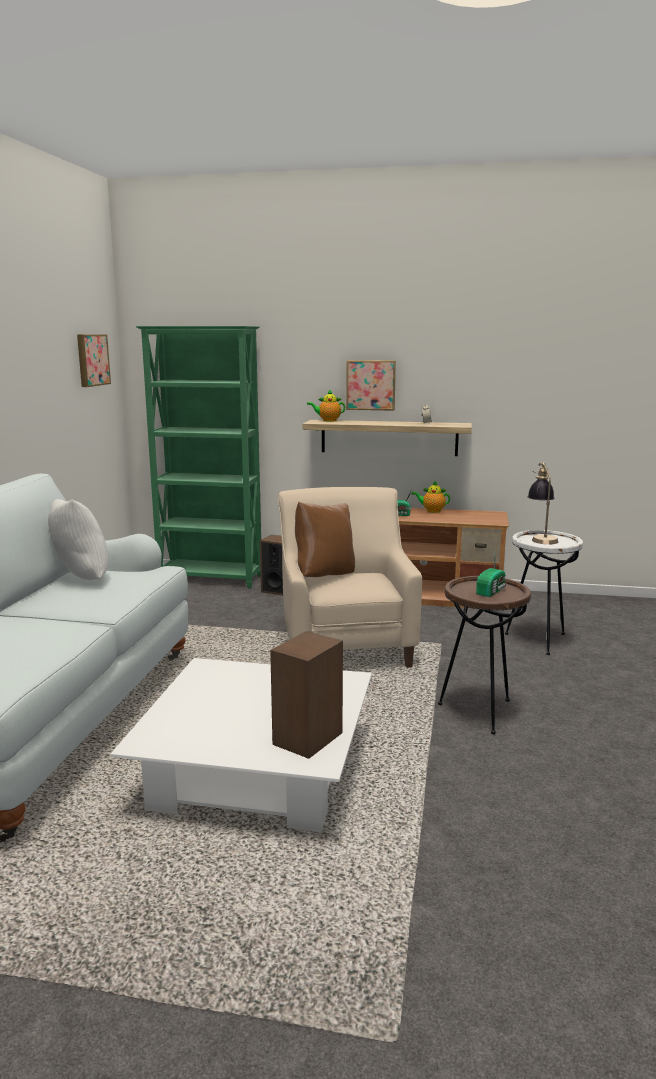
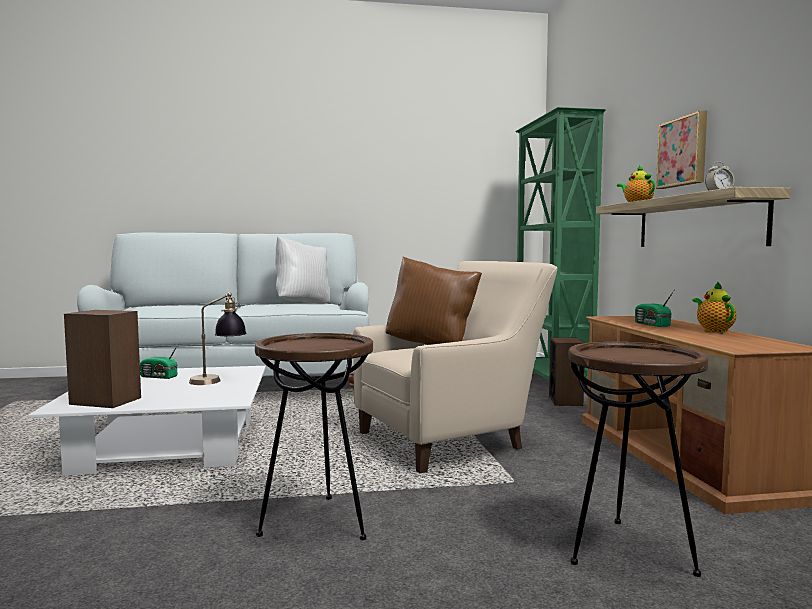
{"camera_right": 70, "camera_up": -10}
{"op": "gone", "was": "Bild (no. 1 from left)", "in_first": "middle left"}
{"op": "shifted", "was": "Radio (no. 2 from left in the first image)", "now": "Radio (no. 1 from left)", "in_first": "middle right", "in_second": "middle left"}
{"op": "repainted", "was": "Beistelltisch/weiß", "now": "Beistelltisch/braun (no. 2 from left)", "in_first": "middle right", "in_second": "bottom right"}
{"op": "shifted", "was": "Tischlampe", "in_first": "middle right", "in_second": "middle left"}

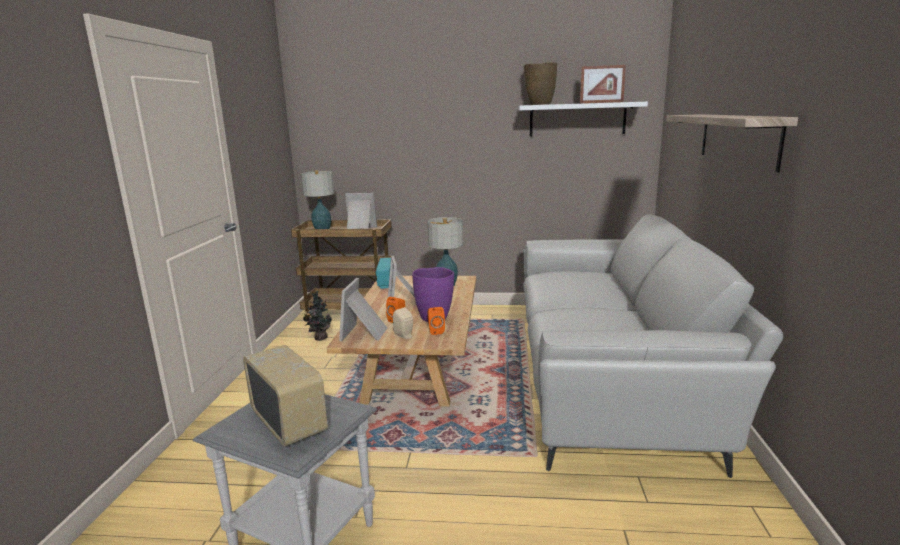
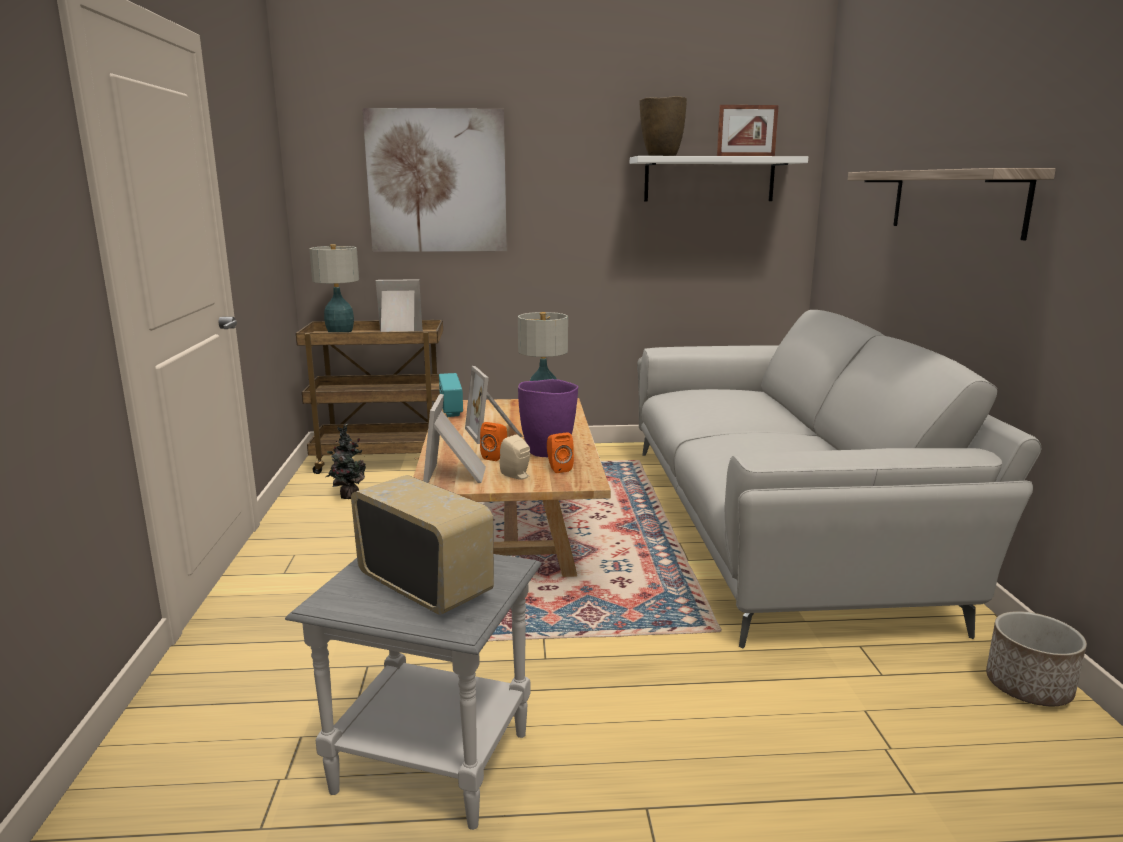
{"camera_right": -10, "camera_up": 0}
{"op": "new", "now": "Bild", "in_second": "top centre"}
{"op": "new", "now": "Pflanzkübel", "in_second": "bottom right"}

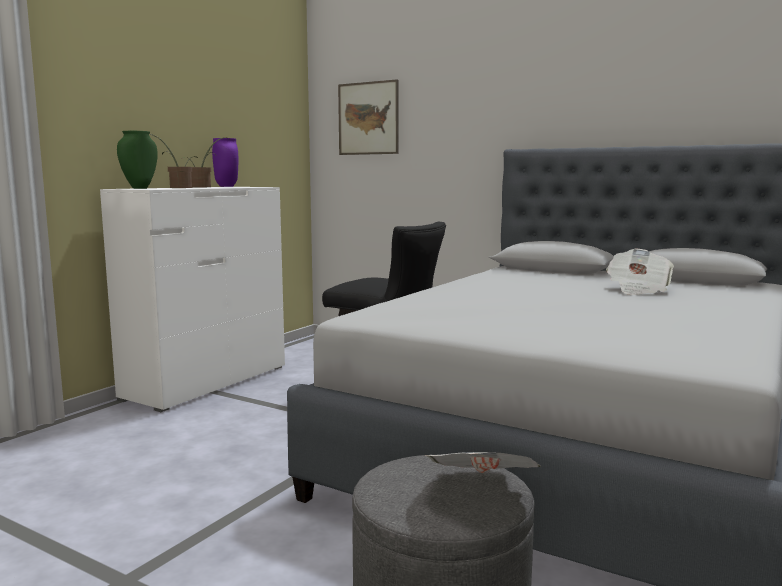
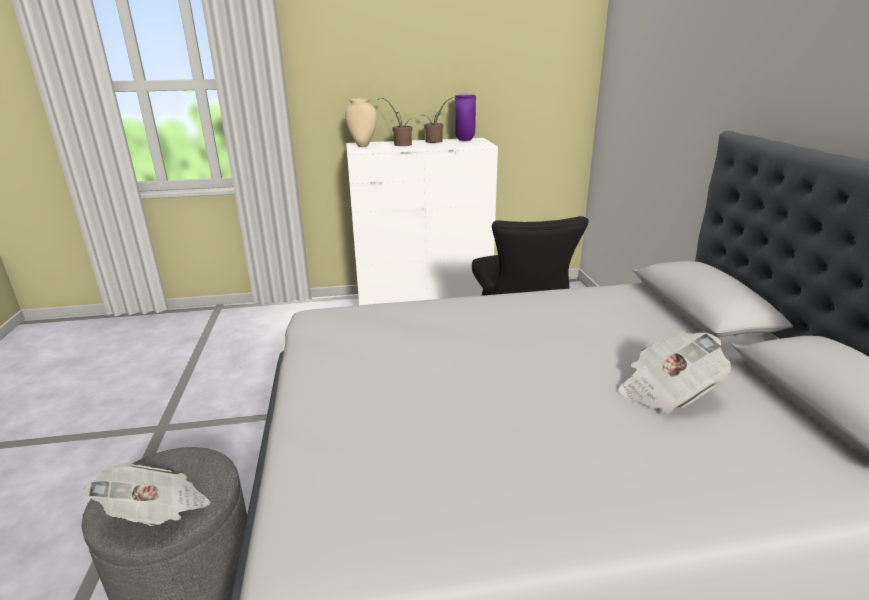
{"camera_right": 50, "camera_up": 15}
{"op": "repainted", "was": "Vase/grün", "now": "Vase/beige", "in_first": "top left", "in_second": "top centre"}
{"op": "gone", "was": "Bild", "in_first": "top centre"}

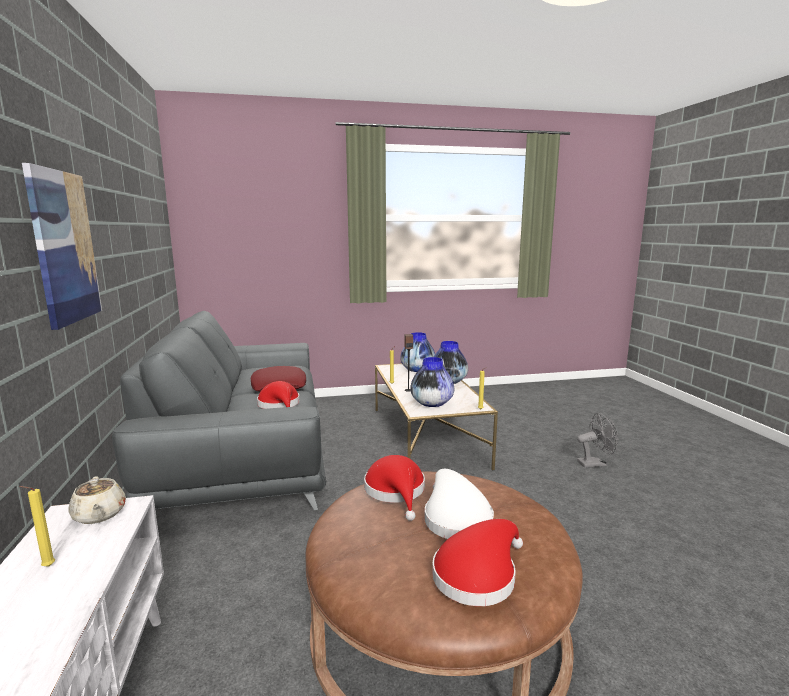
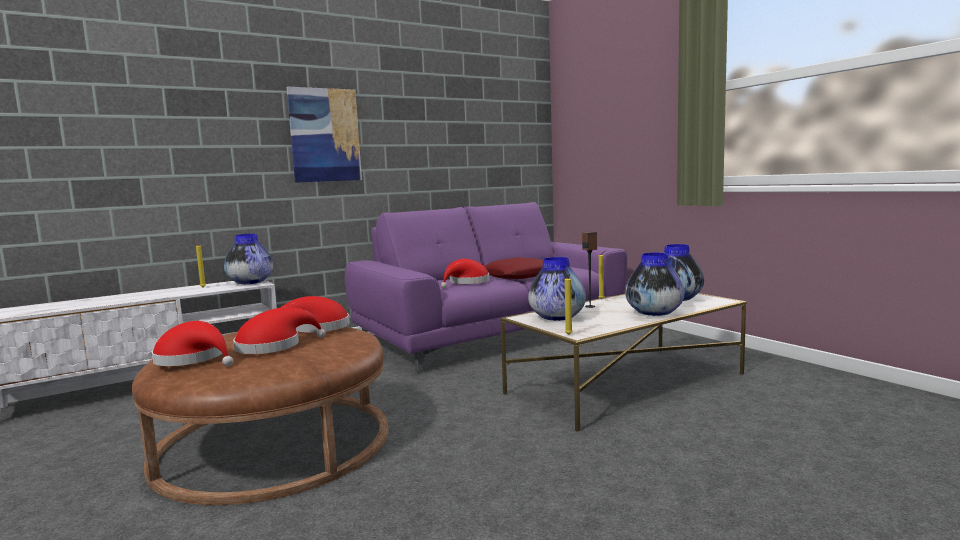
{"camera_right": 70, "camera_up": -5}
{"op": "swapped", "was": "Teekanne/beige", "now": "Vase (no. 1 from left)", "in_first": "bottom left", "in_second": "middle left"}
{"op": "repainted", "was": "Sofa/grau", "now": "Sofa/lila", "in_first": "middle left", "in_second": "centre"}
{"op": "repainted", "was": "Hut/weiß", "now": "Hut/rot (no. 2 from left)", "in_first": "bottom centre", "in_second": "middle left"}
{"op": "gone", "was": "Ventilator/grau", "in_first": "middle right"}

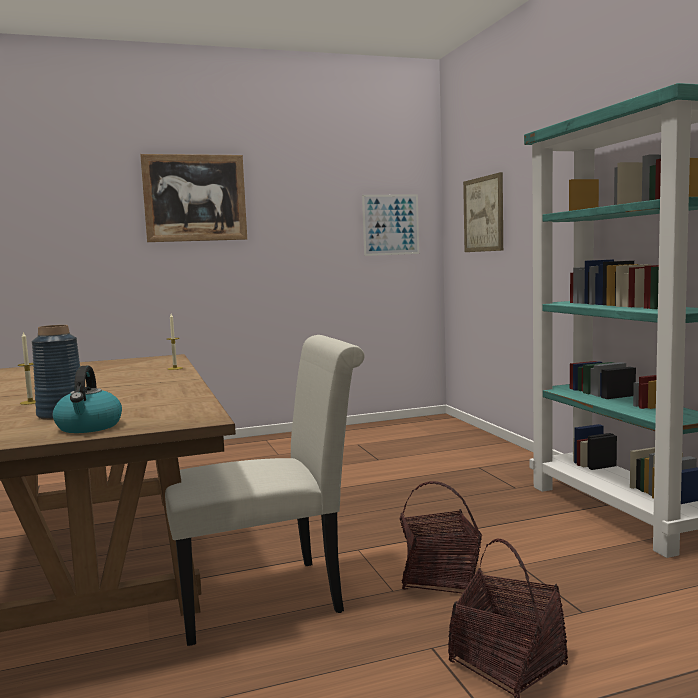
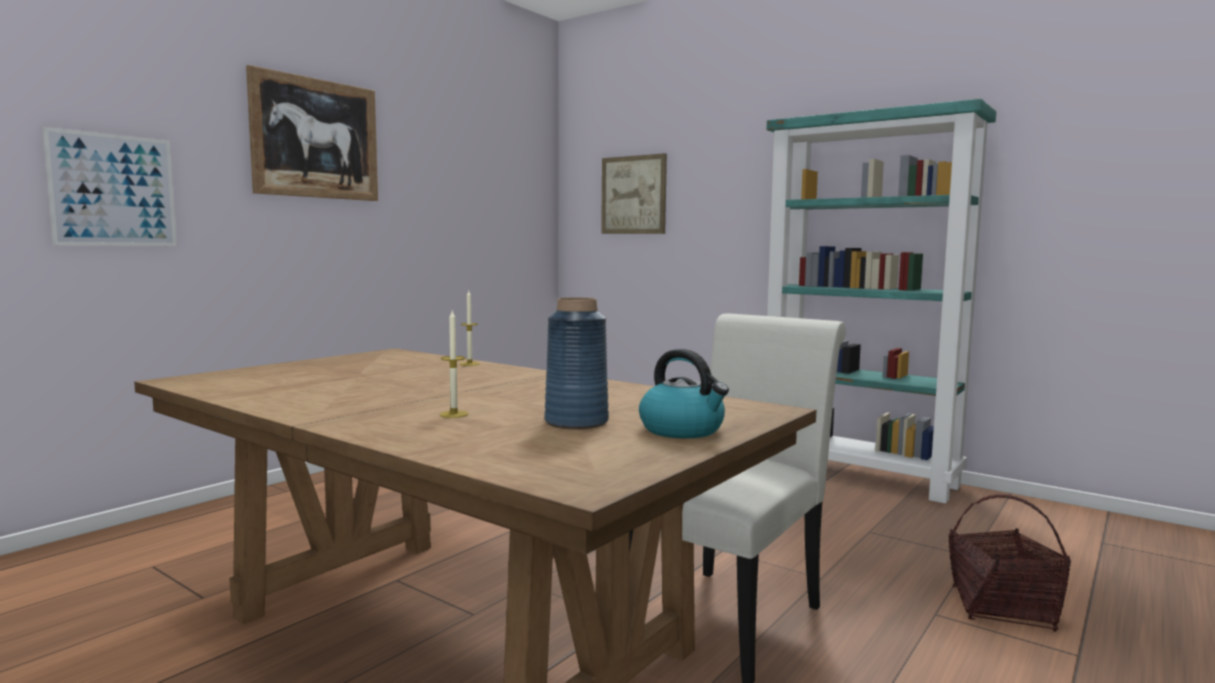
{"camera_right": -35, "camera_up": 0}
{"op": "shifted", "was": "Bild (no. 2 from left in the first image)", "now": "Bild (no. 1 from left)", "in_first": "top centre", "in_second": "top left"}
{"op": "gone", "was": "Korb (no. 1 from left)", "in_first": "bottom centre"}

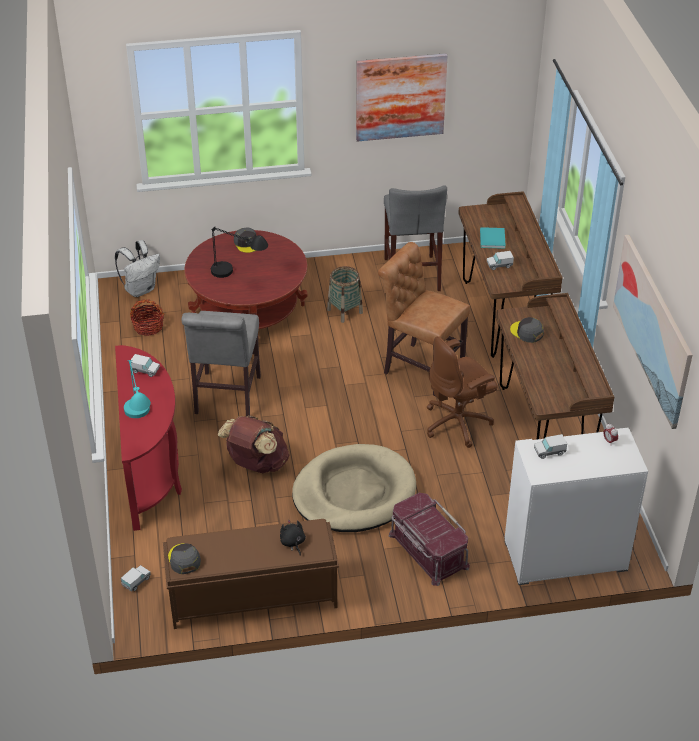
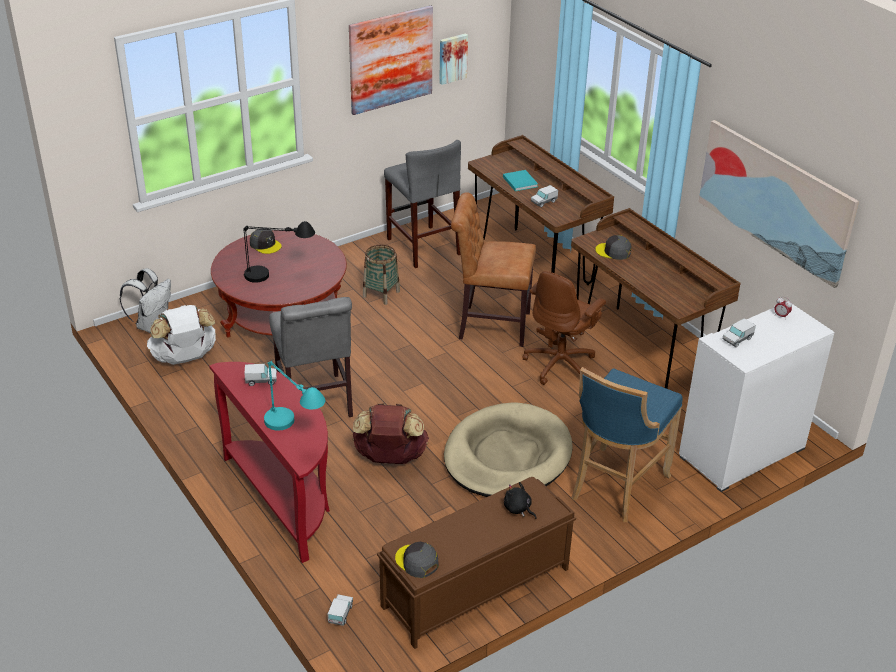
{"camera_right": -25, "camera_up": -5}
{"op": "swapped", "was": "Korb (no. 1 from left)", "now": "Rucksack/weiß (no. 2 from left)", "in_first": "middle left", "in_second": "middle left"}
{"op": "swapped", "was": "Aufbewahrungsbox/rot", "now": "Hocker/blau", "in_first": "bottom centre", "in_second": "middle right"}
{"op": "new", "now": "Bild (no. 2 from left)", "in_second": "top centre"}

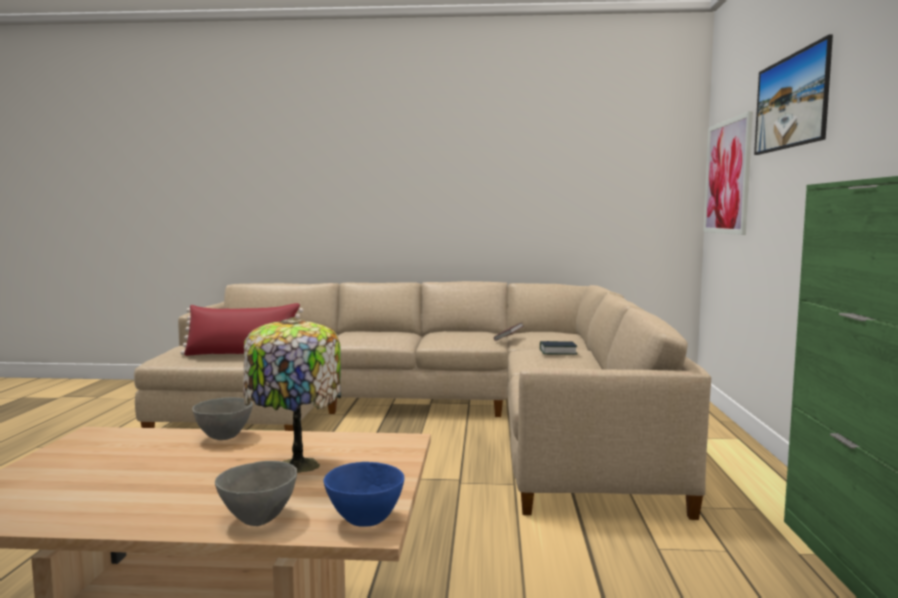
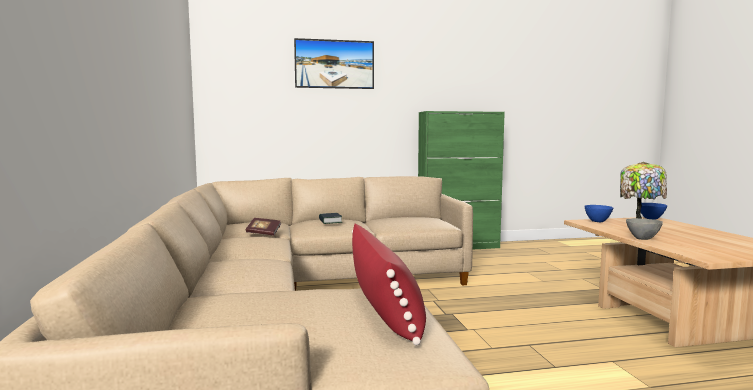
{"camera_right": -105, "camera_up": 0}
{"op": "gone", "was": "Schüssel/grau (no. 2 from left)", "in_first": "bottom left"}
{"op": "gone", "was": "Bild (no. 1 from left)", "in_first": "top right"}
{"op": "new", "now": "Schüssel/blau (no. 1 from left)", "in_second": "middle right"}

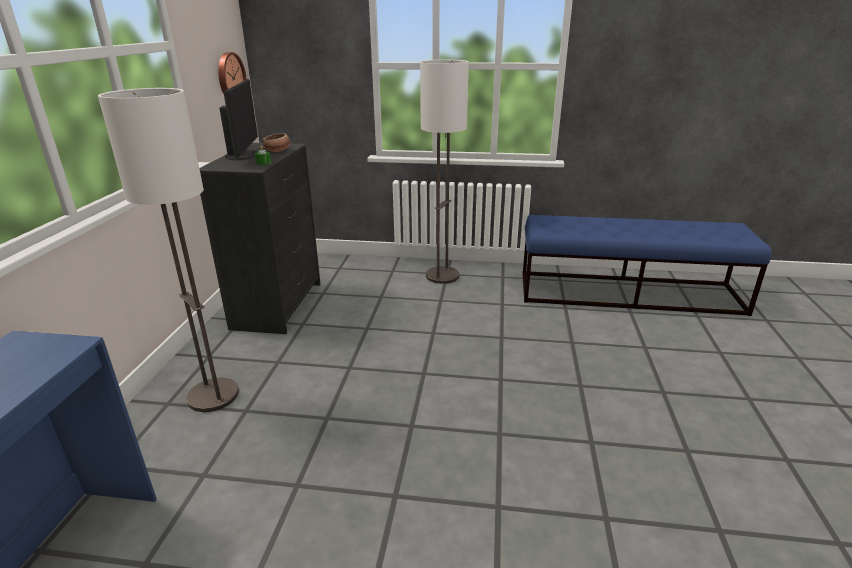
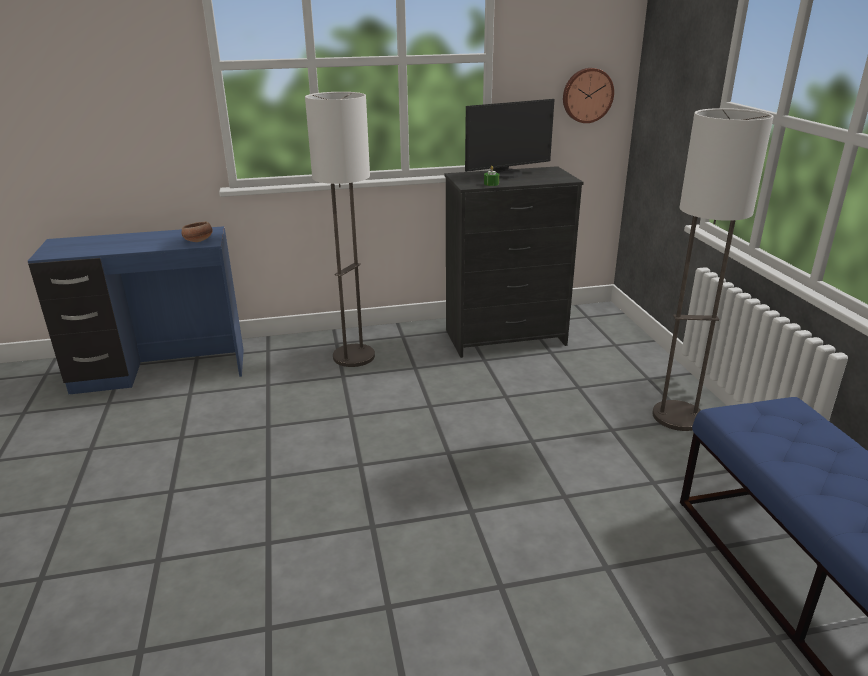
{"camera_right": 70, "camera_up": 0}
{"op": "shifted", "was": "Schüssel", "in_first": "top left", "in_second": "middle left"}

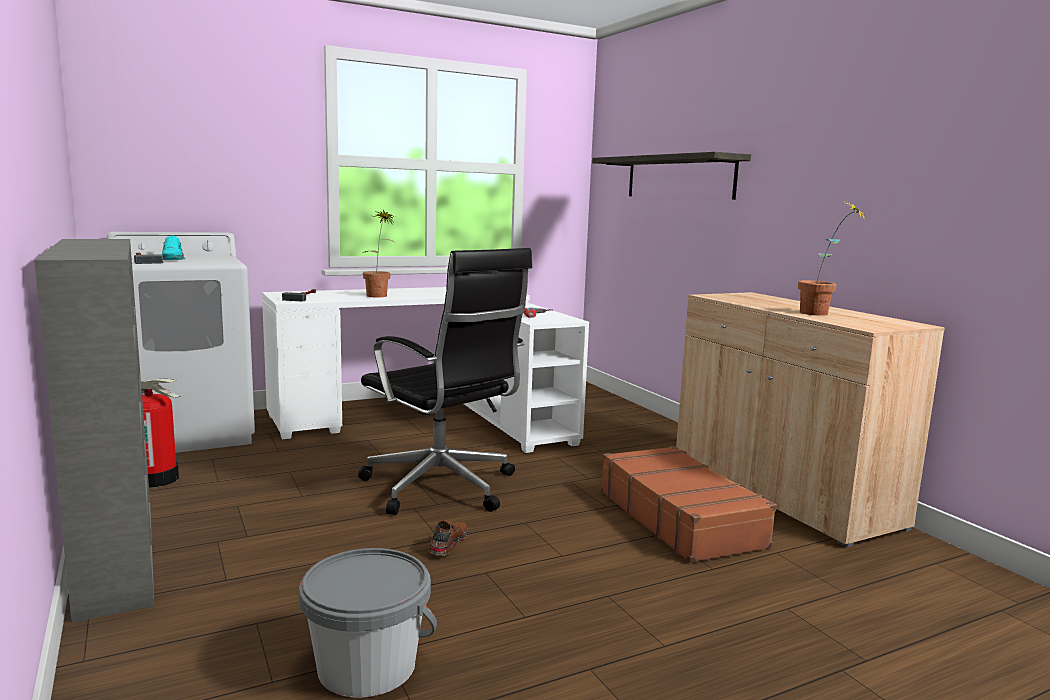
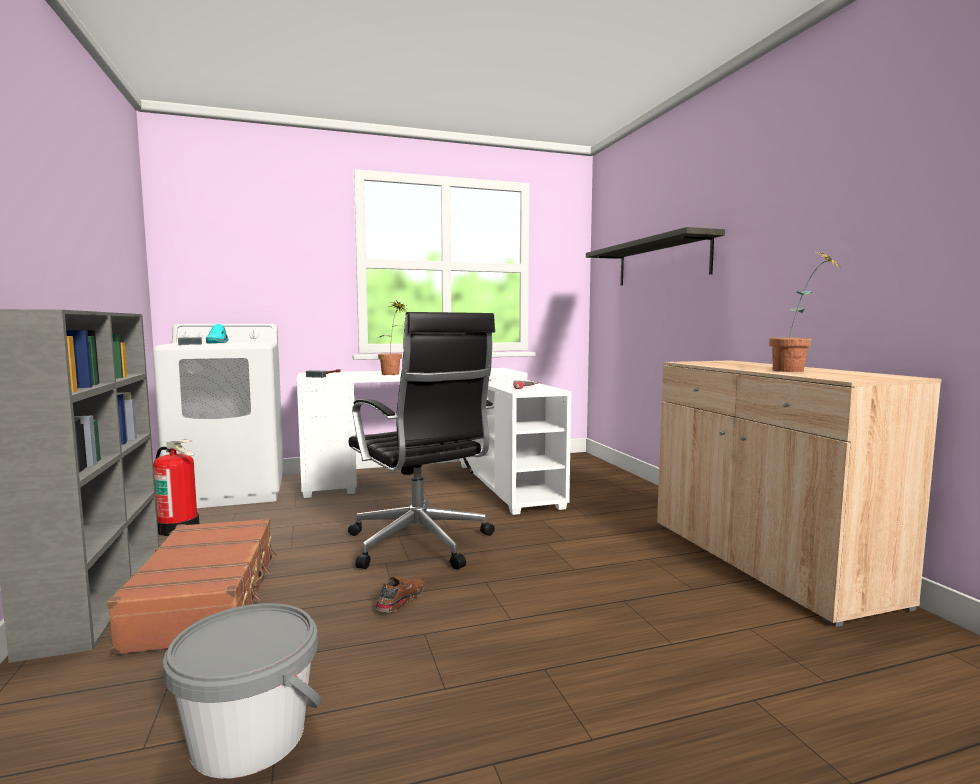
{"camera_right": 10, "camera_up": -5}
{"op": "shifted", "was": "Koffer/braun", "in_first": "bottom centre", "in_second": "bottom left"}

